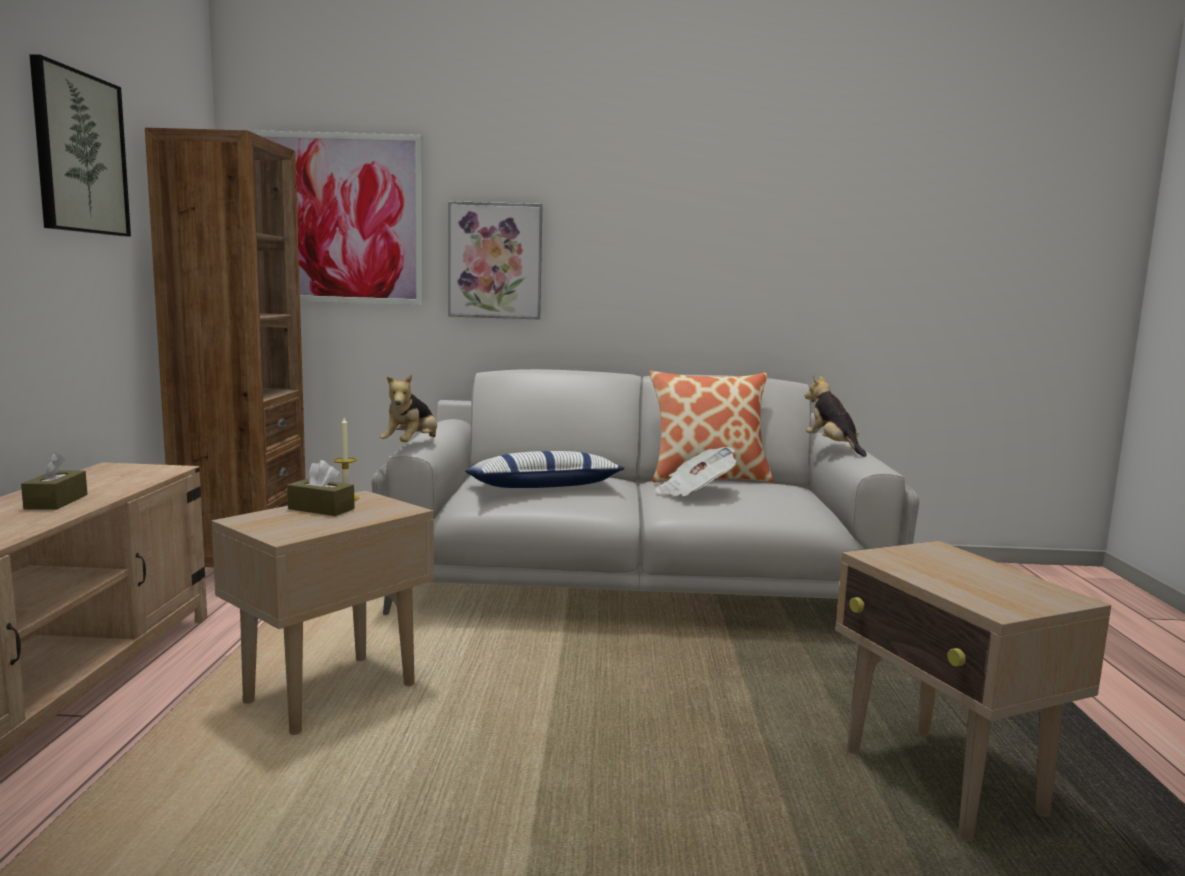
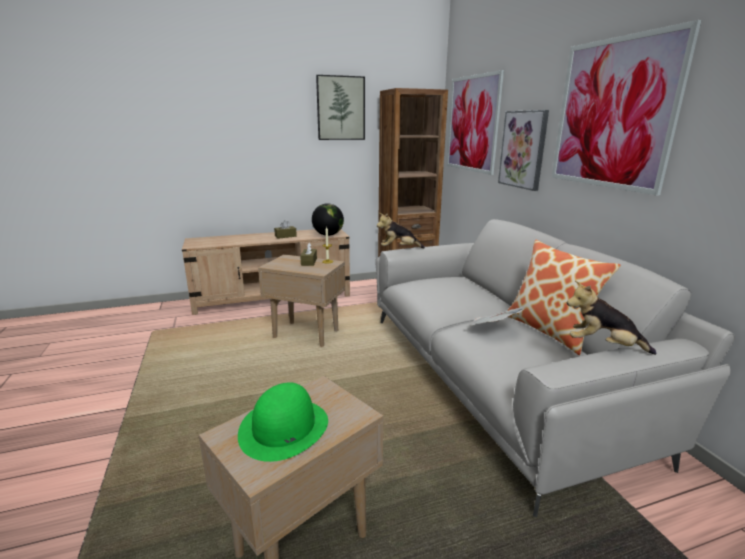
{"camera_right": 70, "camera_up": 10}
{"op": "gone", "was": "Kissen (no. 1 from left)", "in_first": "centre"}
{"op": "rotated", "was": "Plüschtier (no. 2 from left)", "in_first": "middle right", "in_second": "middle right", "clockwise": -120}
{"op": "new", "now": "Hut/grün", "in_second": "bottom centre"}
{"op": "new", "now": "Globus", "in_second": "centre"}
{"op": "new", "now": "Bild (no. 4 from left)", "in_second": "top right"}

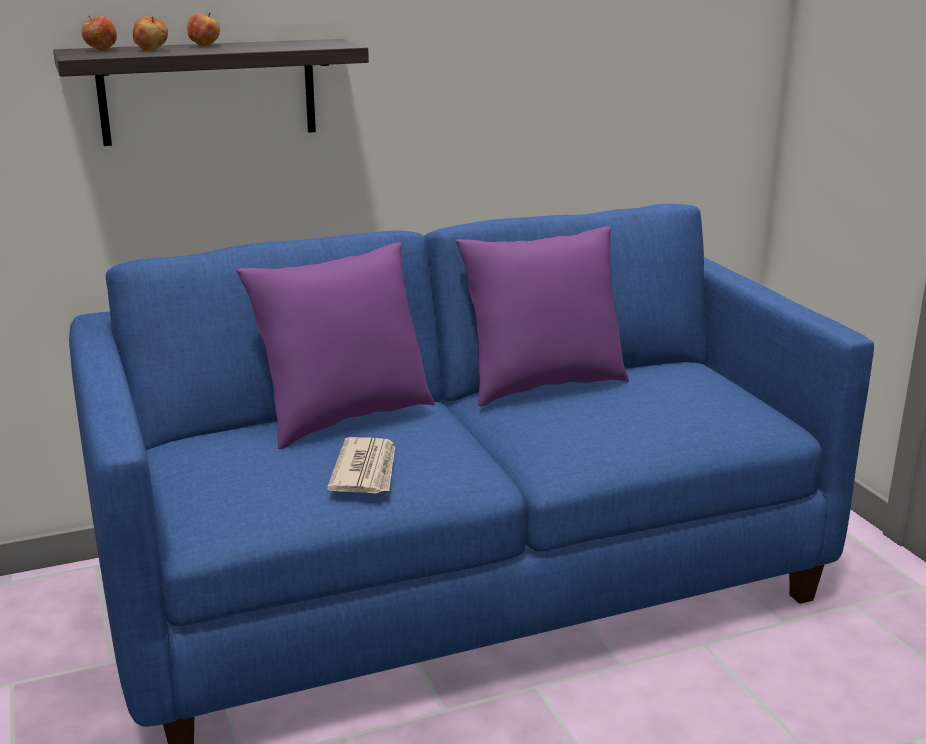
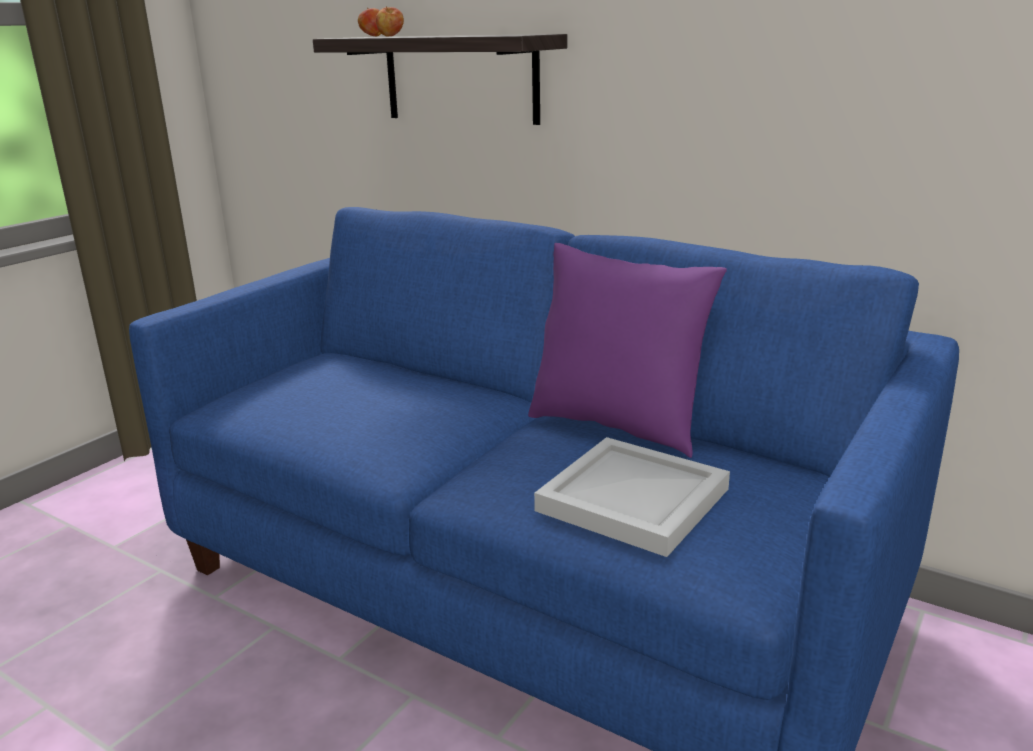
{"camera_right": 55, "camera_up": 0}
{"op": "gone", "was": "Apfel (no. 3 from left)", "in_first": "top left"}
{"op": "gone", "was": "Kissen/lila (no. 1 from left)", "in_first": "centre"}
{"op": "gone", "was": "Zeitung", "in_first": "centre"}
{"op": "new", "now": "Tablett/weiß", "in_second": "centre"}

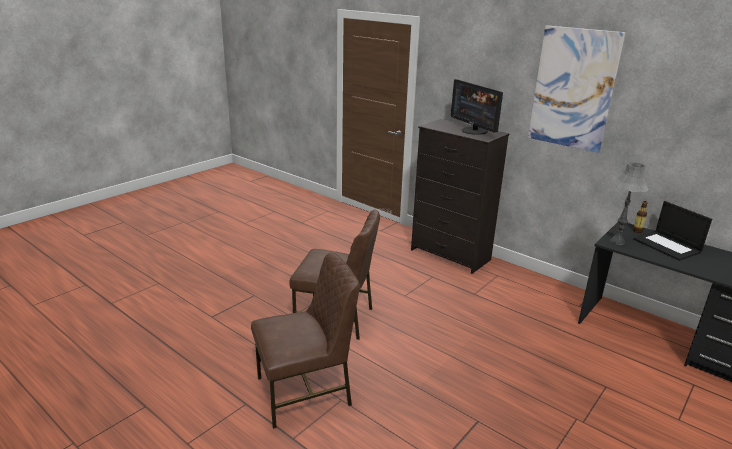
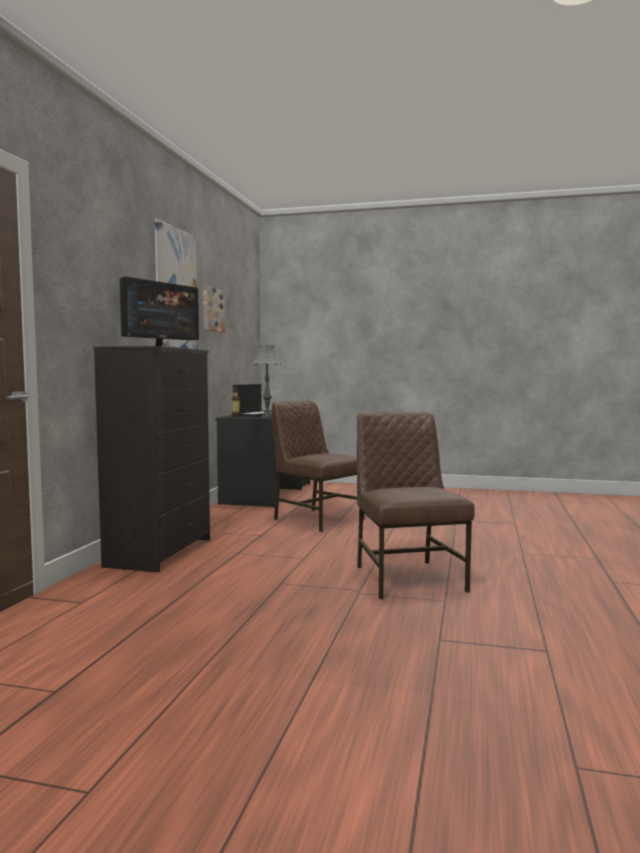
{"camera_right": -115, "camera_up": -20}
{"op": "shifted", "was": "Stuhl/braun (no. 1 from left)", "in_first": "bottom centre", "in_second": "centre"}
{"op": "new", "now": "Bild (no. 2 from left)", "in_second": "centre"}

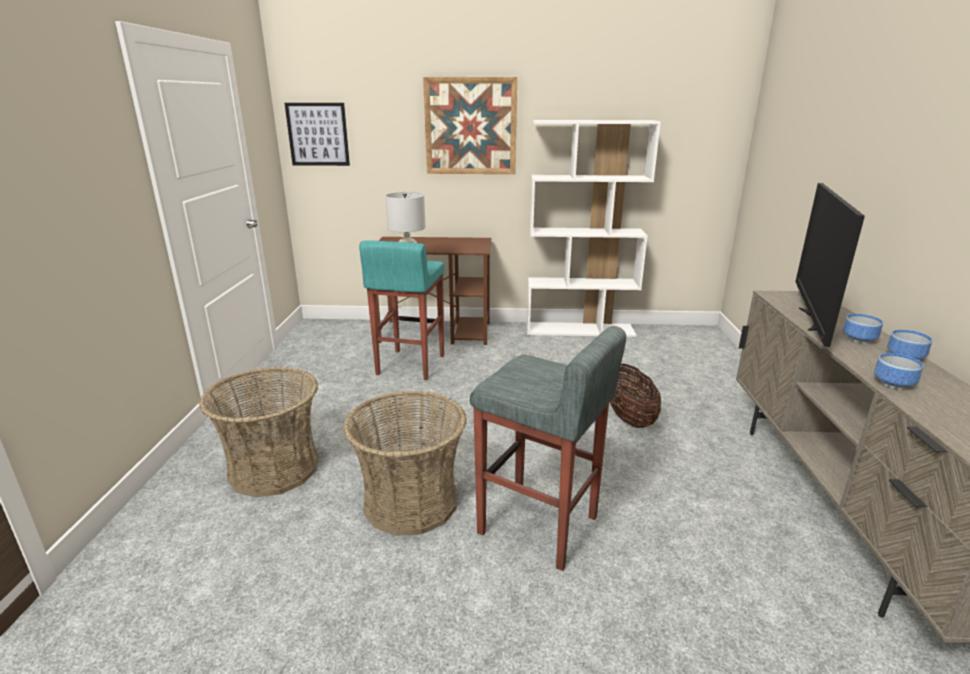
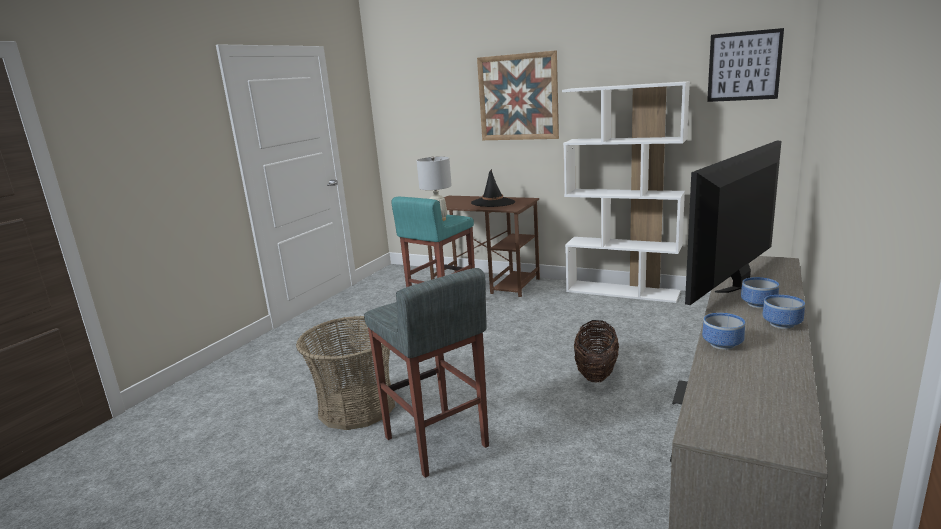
{"camera_right": 25, "camera_up": -5}
{"op": "gone", "was": "Korb (no. 1 from left)", "in_first": "middle left"}
{"op": "shifted", "was": "Bild (no. 1 from left in the first image)", "now": "Bild (no. 2 from left)", "in_first": "top left", "in_second": "top right"}
{"op": "new", "now": "Hut/schwarz", "in_second": "centre"}

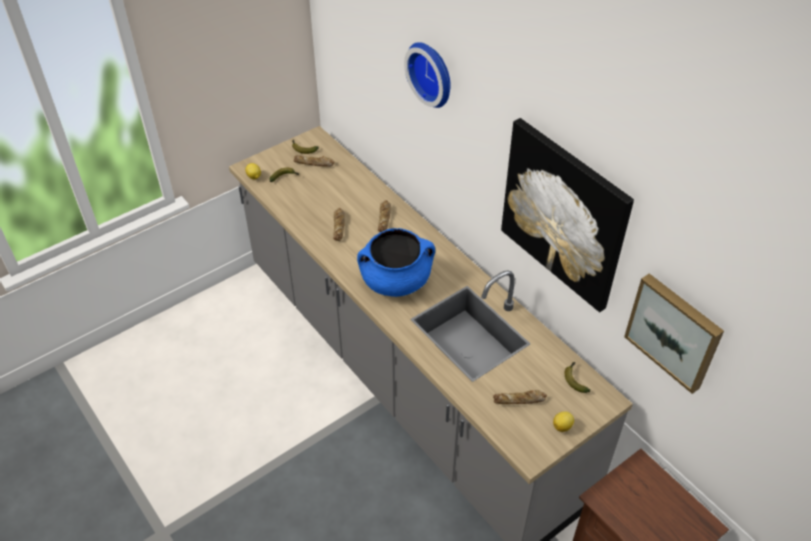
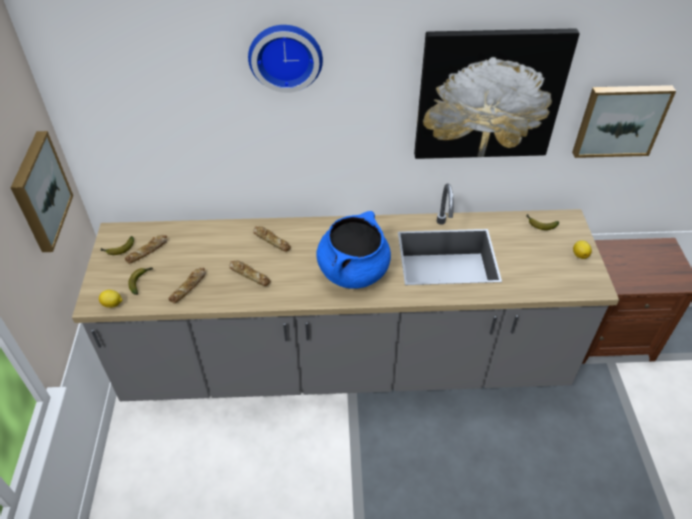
{"camera_right": -55, "camera_up": 0}
{"op": "shifted", "was": "Brot (no. 4 from left in the first image)", "now": "Brot (no. 2 from left)", "in_first": "bottom centre", "in_second": "middle left"}
{"op": "new", "now": "Bild (no. 1 from left)", "in_second": "middle left"}

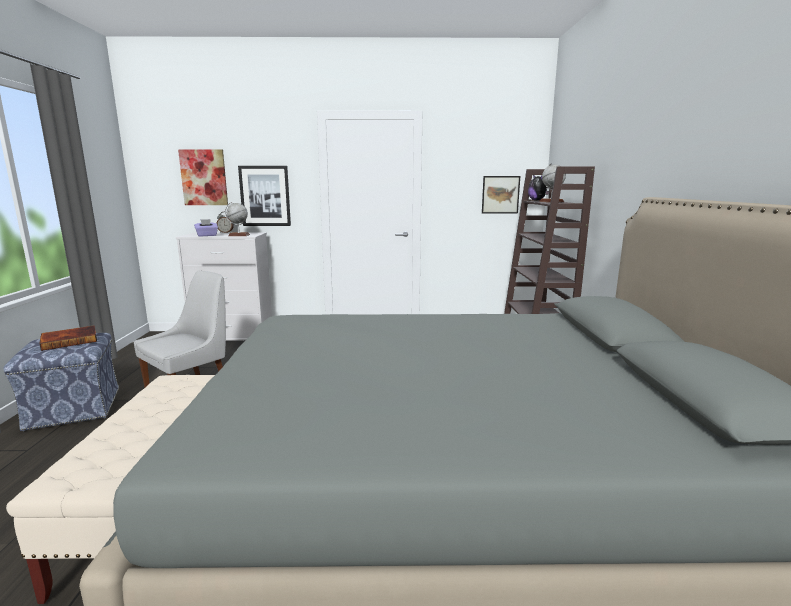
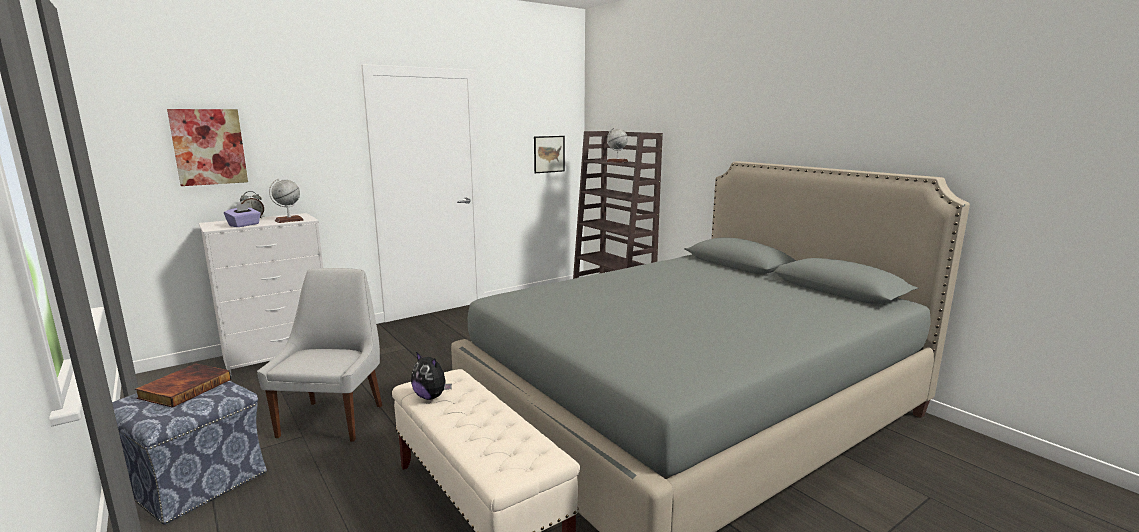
{"camera_right": -35, "camera_up": 0}
{"op": "gone", "was": "Bild (no. 2 from left)", "in_first": "top centre"}
{"op": "shifted", "was": "Plüschtier", "in_first": "top right", "in_second": "bottom centre"}

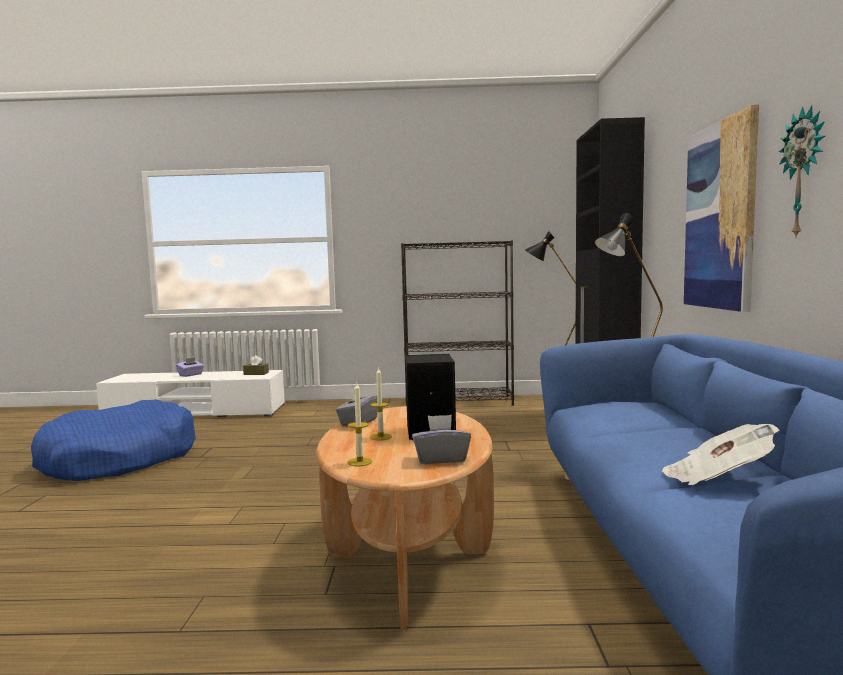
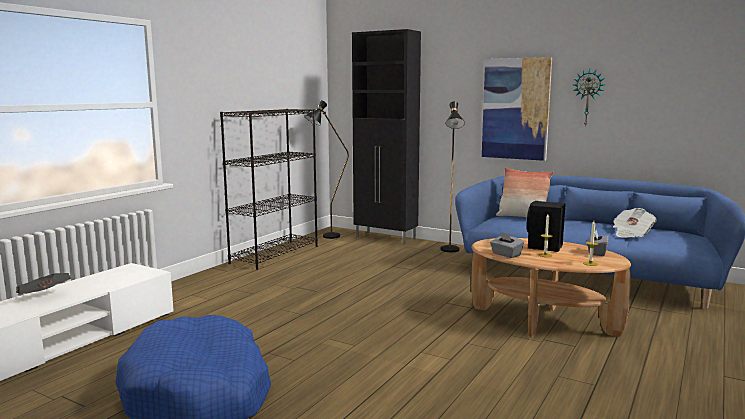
{"camera_right": -60, "camera_up": 5}
{"op": "swapped", "was": "Taschentuchbox/lila", "now": "Zeitung (no. 1 from left)", "in_first": "middle left", "in_second": "bottom left"}
{"op": "gone", "was": "Taschentuchbox/braun", "in_first": "middle left"}
{"op": "new", "now": "Kissen", "in_second": "middle right"}

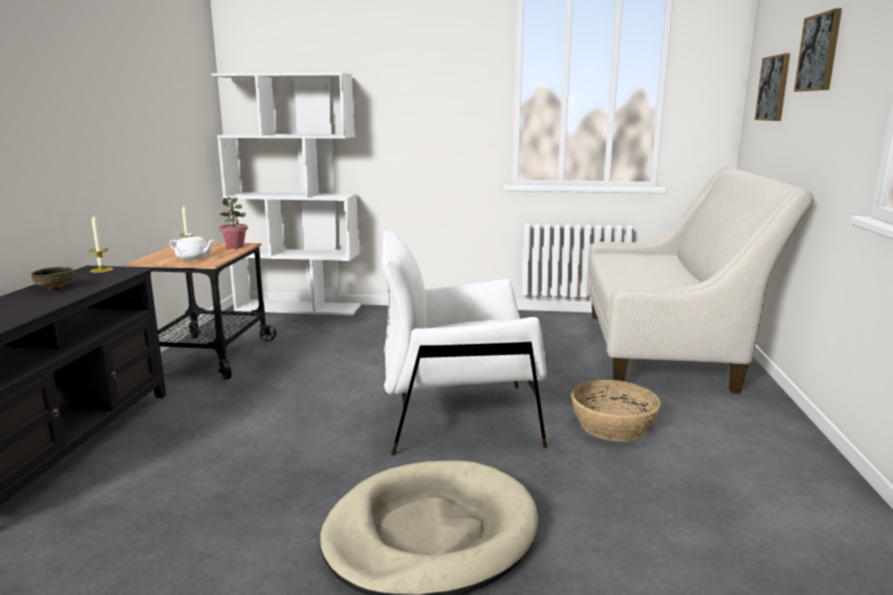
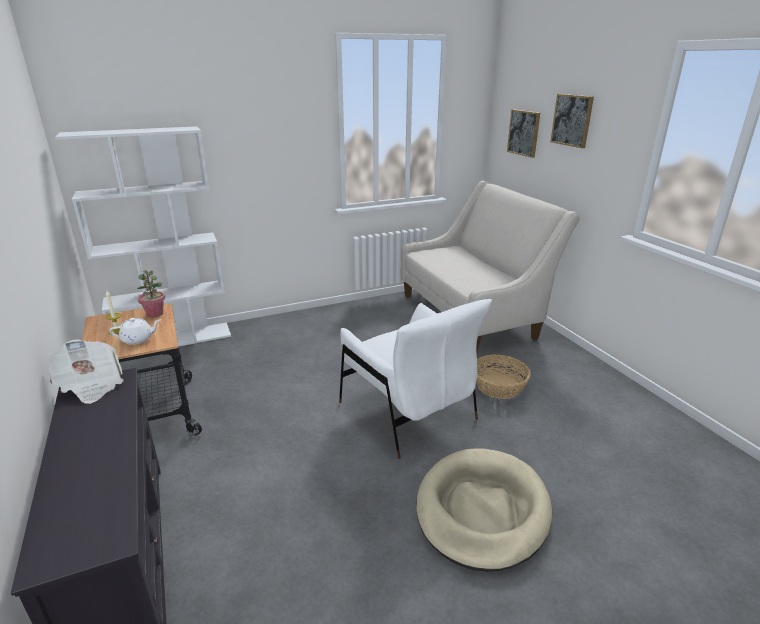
{"camera_right": -30, "camera_up": 10}
{"op": "gone", "was": "Schüssel", "in_first": "middle left"}
{"op": "swapped", "was": "Kerze (no. 1 from left)", "now": "Zeitung", "in_first": "middle left", "in_second": "middle left"}
{"op": "rotated", "was": "Sessel/weiß", "in_first": "centre", "in_second": "centre", "clockwise": -90}

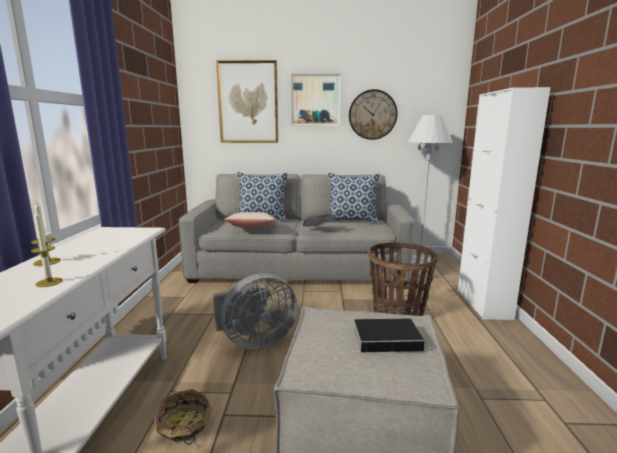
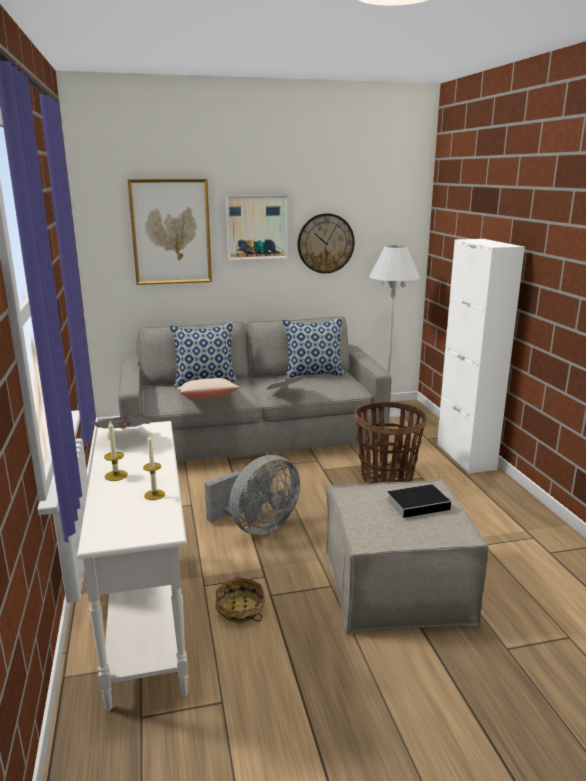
{"camera_right": -15, "camera_up": 5}
{"op": "new", "now": "Zeitung (no. 1 from left)", "in_second": "middle left"}

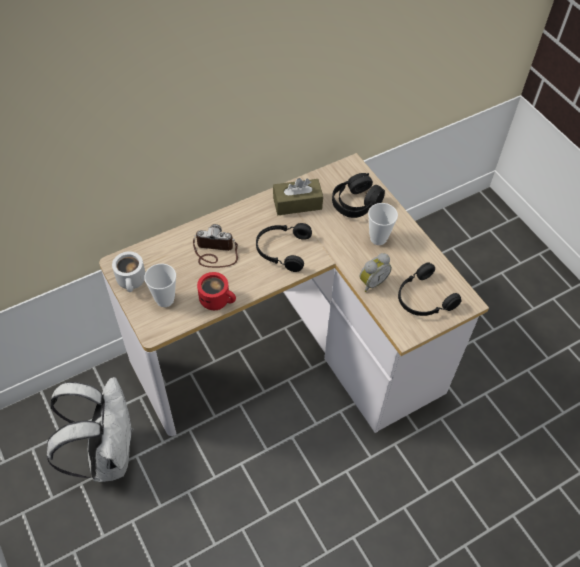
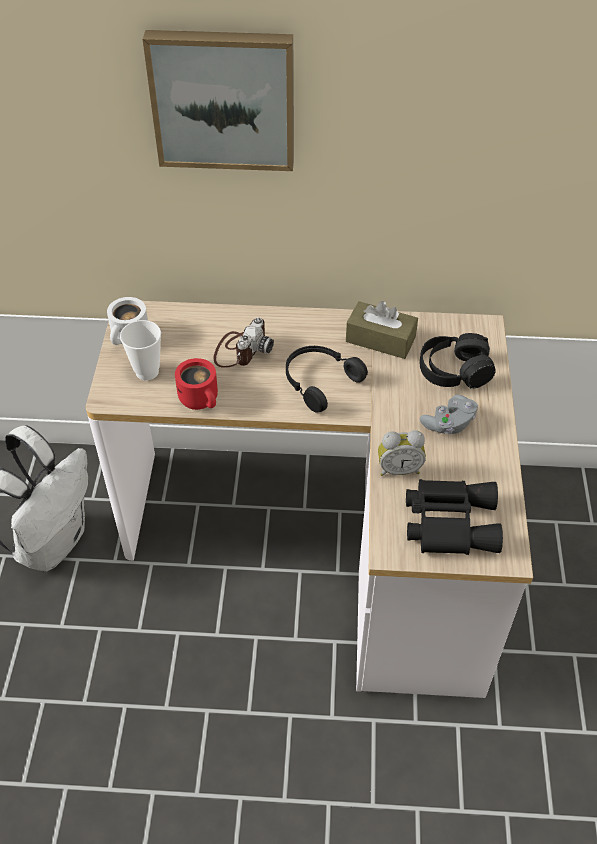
{"camera_right": 35, "camera_up": -5}
{"op": "rotated", "was": "Kamera", "in_first": "centre", "in_second": "centre", "clockwise": 75}
{"op": "swapped", "was": "Tasse (no. 2 from left)", "now": "Gamepad/grau", "in_first": "centre", "in_second": "middle right"}
{"op": "swapped", "was": "Kopfhörer/schwarz (no. 3 from left)", "now": "Fernglas/schwarz", "in_first": "middle right", "in_second": "middle right"}
{"op": "new", "now": "Bild", "in_second": "top centre"}

